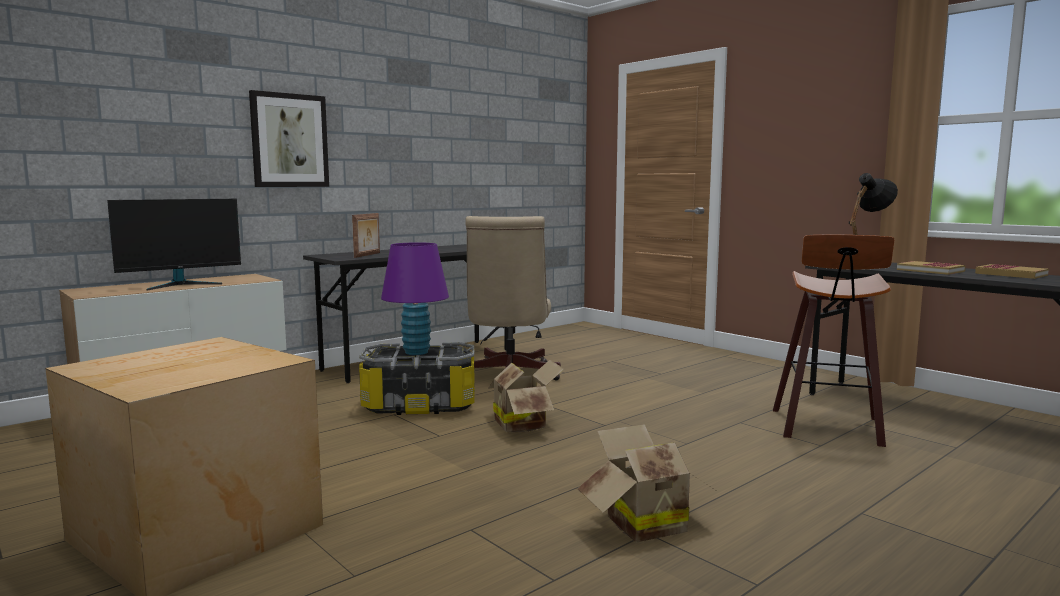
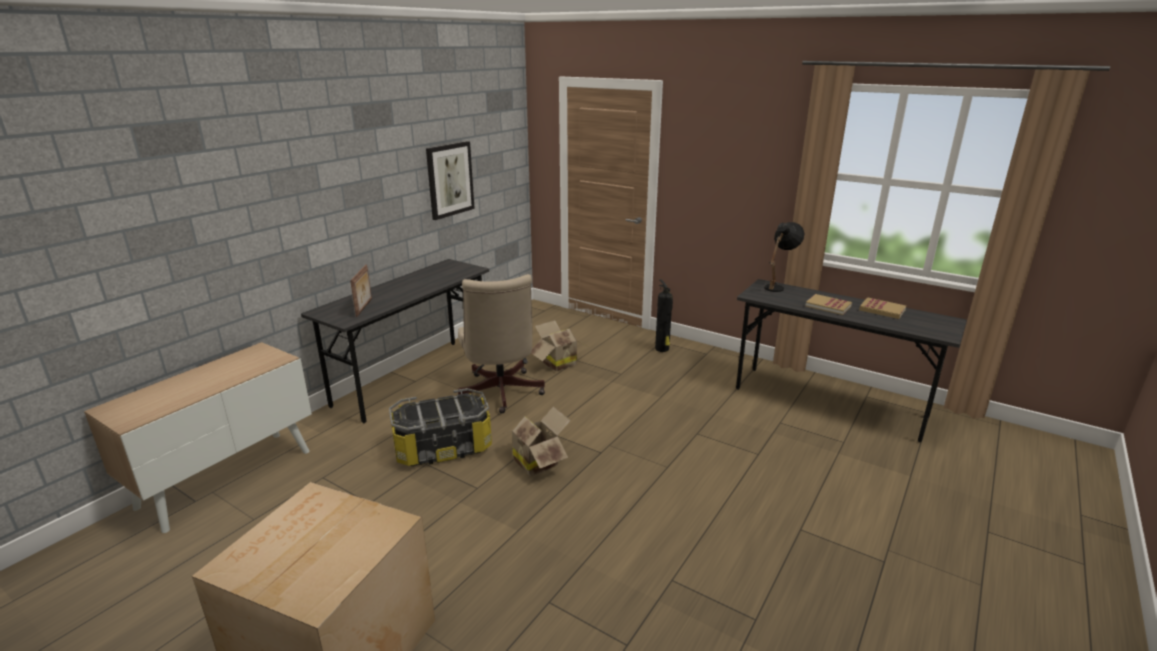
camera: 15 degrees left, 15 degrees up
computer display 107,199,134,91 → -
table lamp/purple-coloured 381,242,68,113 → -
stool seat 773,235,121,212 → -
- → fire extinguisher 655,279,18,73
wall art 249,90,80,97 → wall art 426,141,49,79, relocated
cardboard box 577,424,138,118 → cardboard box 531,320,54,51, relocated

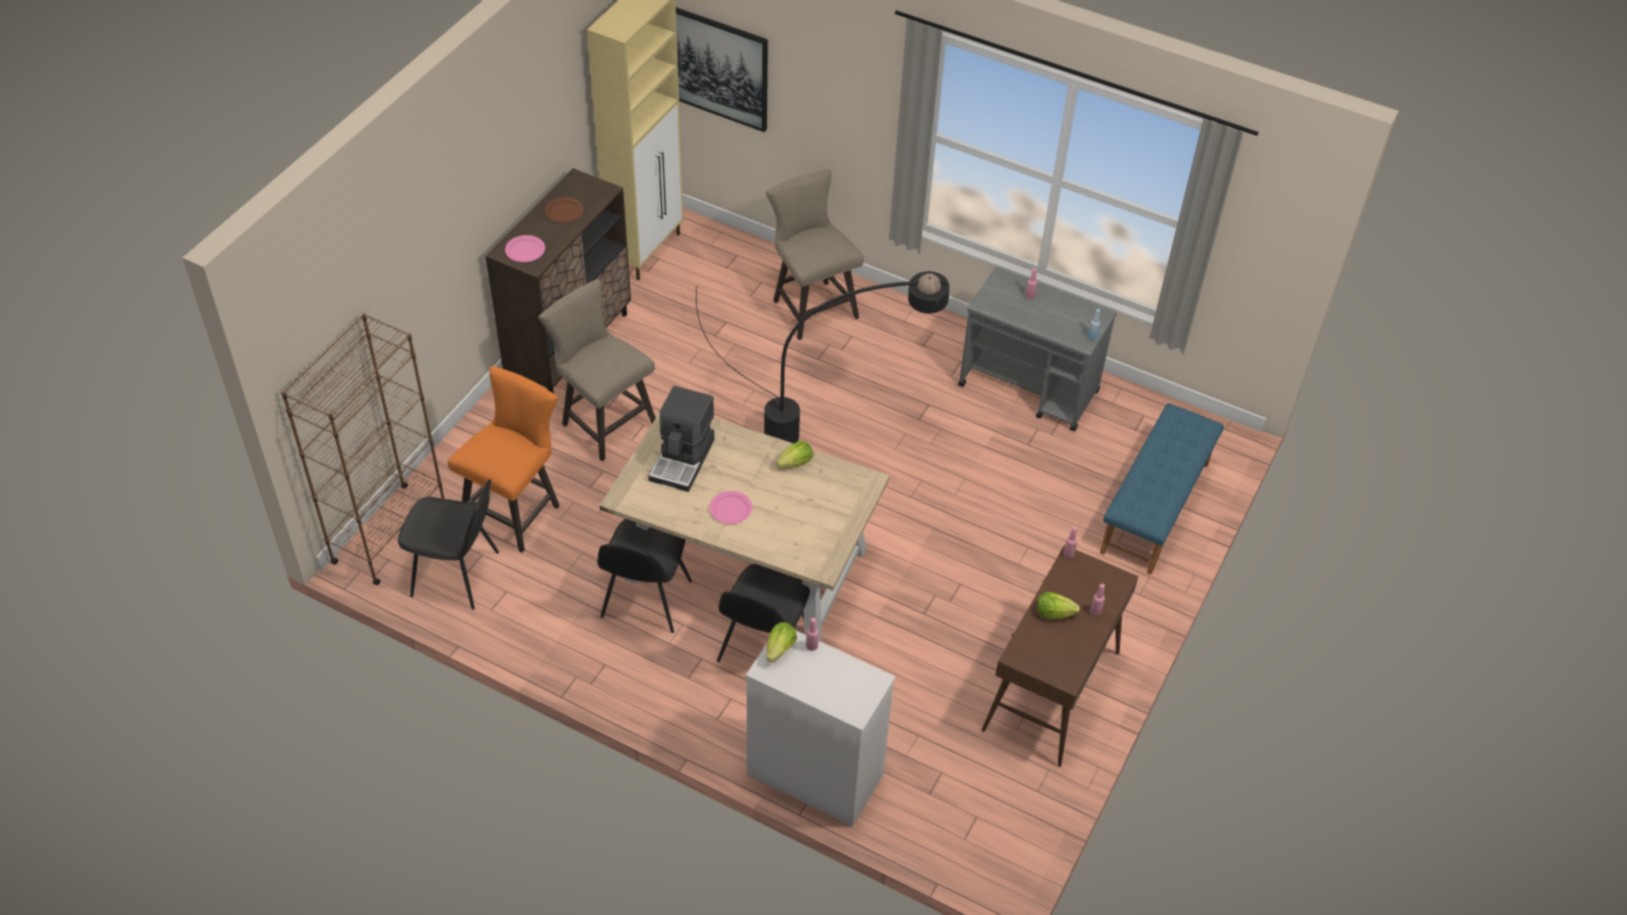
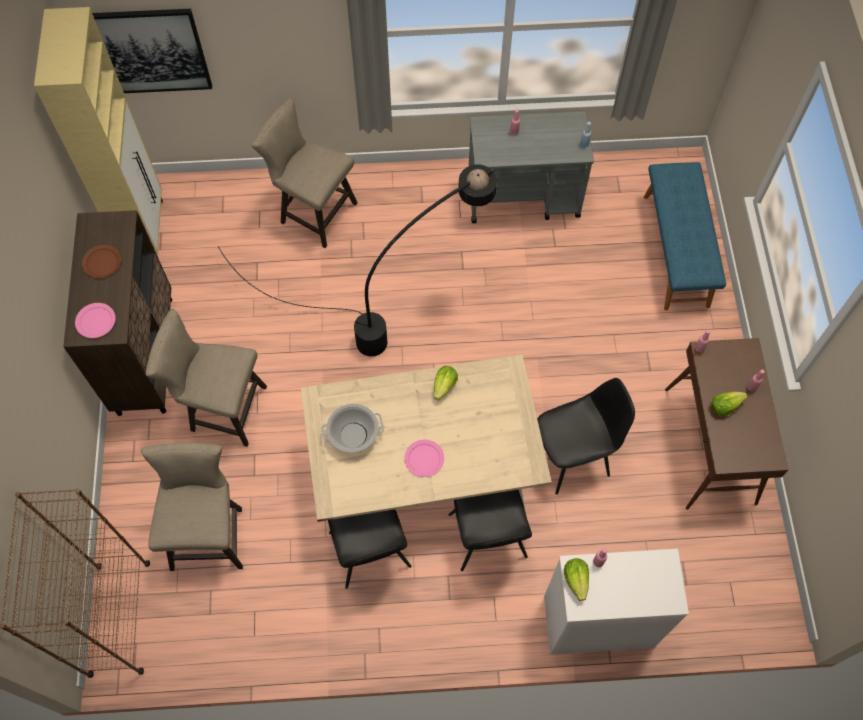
camera: 30 degrees left, 15 degrees up
plain chair/black 398,479,101,131 → plain chair/black 537,378,98,117, relocated
coffee brewer 648,386,66,106 → stockpot 321,404,63,48
stool seat/orange-coloured 448,366,112,187 → stool seat/sand-coloured 141,443,102,128

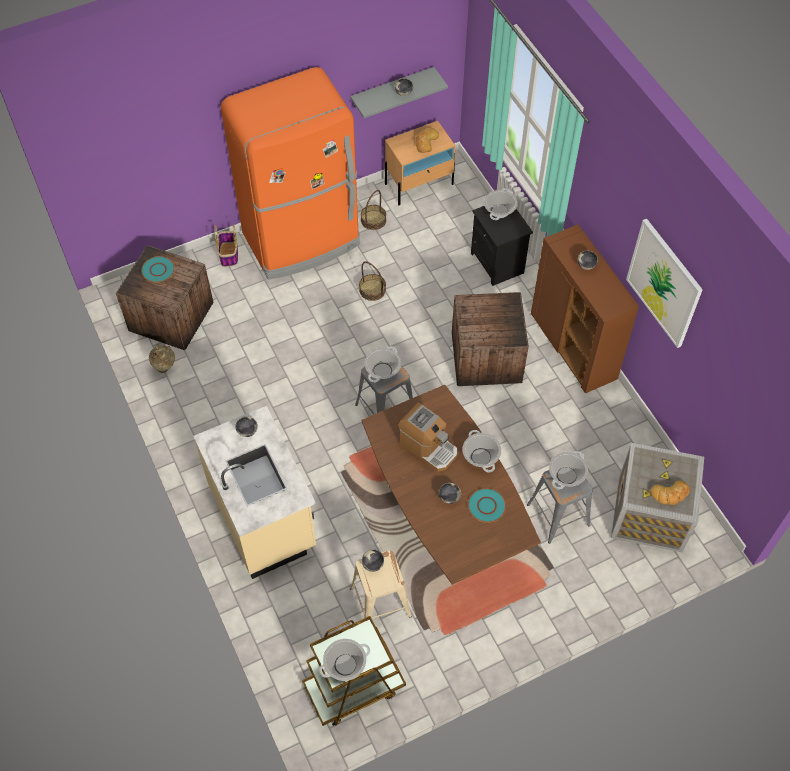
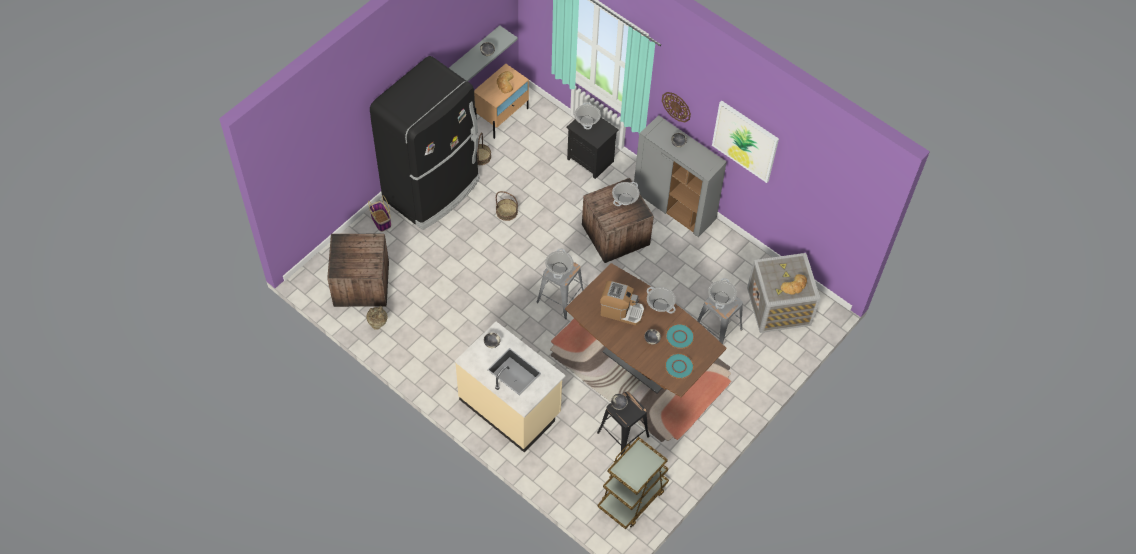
camera: 25 degrees left, 0 degrees up
- → hanging clock 662,92,29,30
dinner plate/turquoise 141,256,34,27 → dinner plate/turquoise 665,354,29,25, relocated
stockpot 319,639,51,42 → stockpot 612,182,27,24, relocated
kitchen fridge/orange-coloured 221,67,139,212 → kitchen fridge/black 370,56,110,174
stool seat/sand-coloured 350,551,62,67 → stool seat/black 597,391,52,64
storage cabinet/brown-coloured 531,225,108,169 → storage cabinet/gray 634,115,93,122

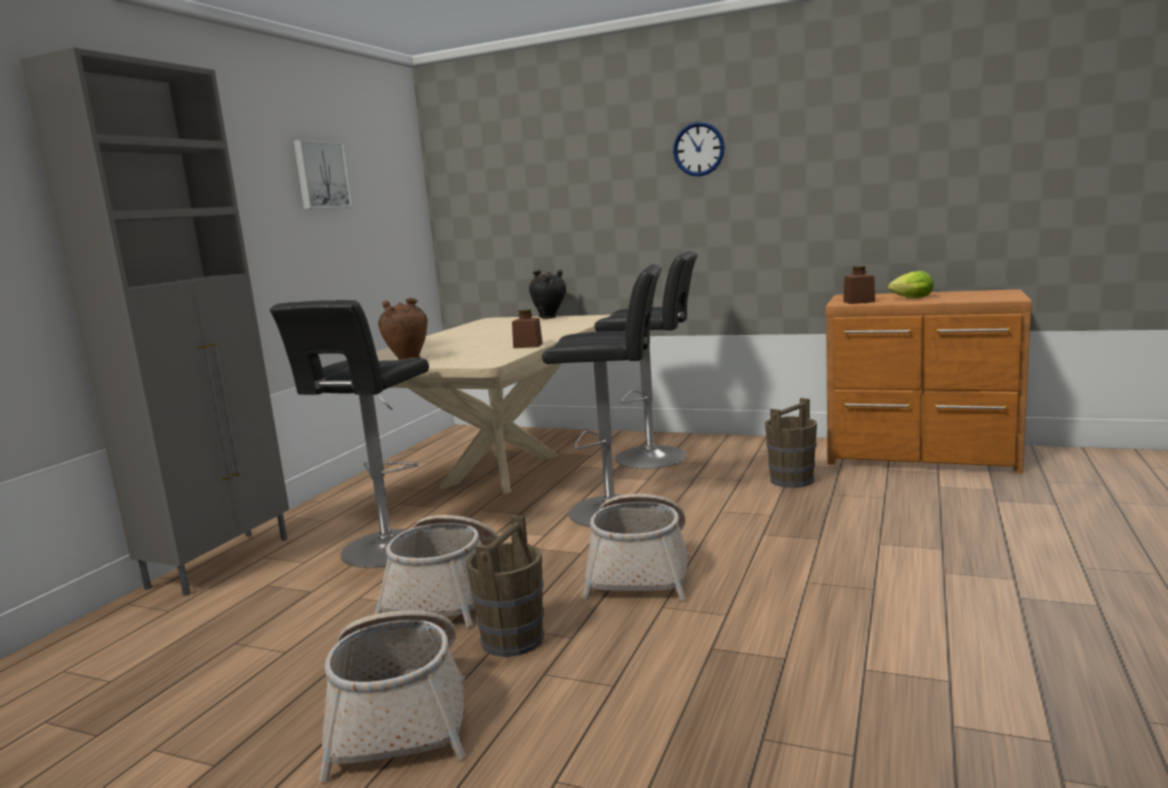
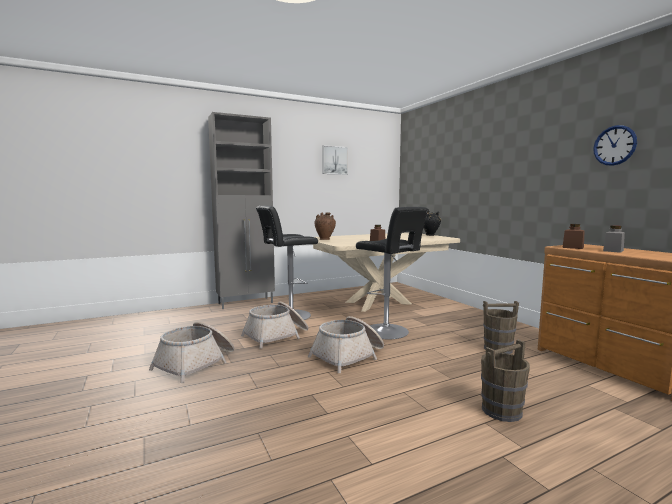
camera: 40 degrees right, 5 degrees down
stool seat/black 594,251,104,218 → -
water bucket/brown-coloured 466,516,78,141 → water bucket/brown-coloured 481,340,49,82, relocated
hanging clock 673,122,52,54 → hanging clock 593,125,44,41, relocated
lettuce head 888,271,46,27 → preserve jar/gray 603,225,22,28

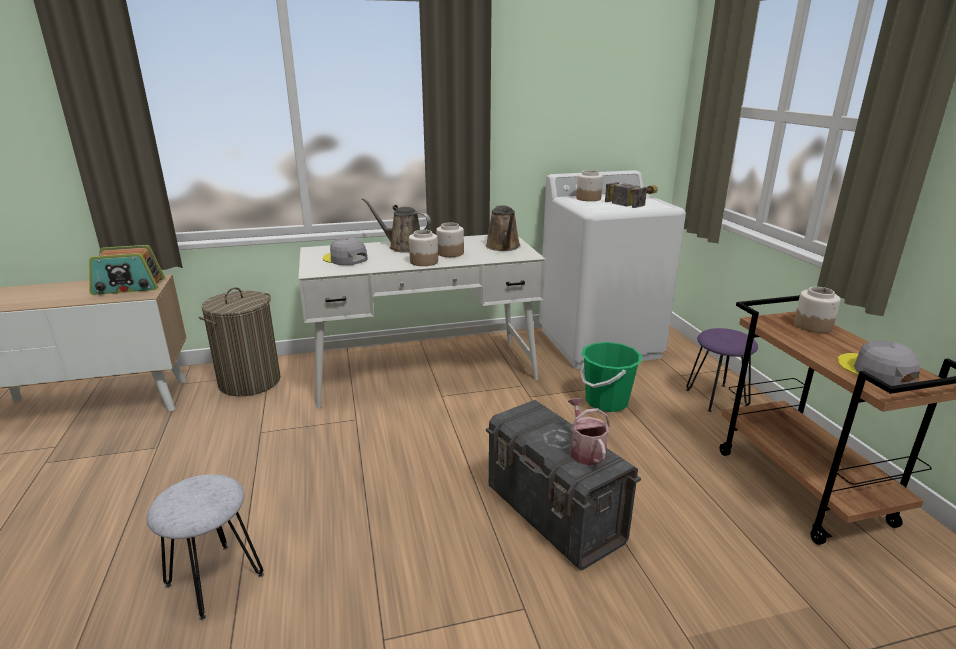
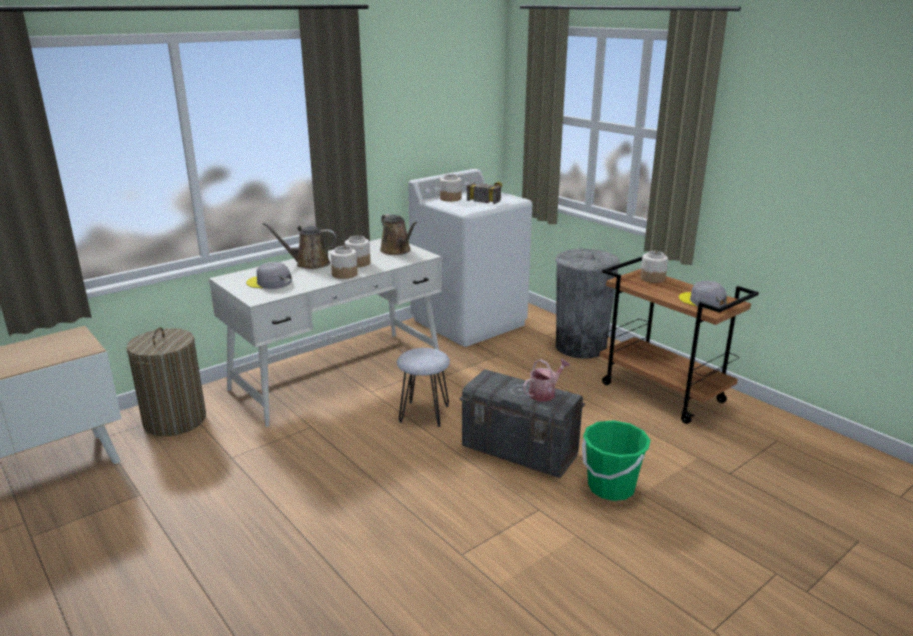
camera: 25 degrees left, 0 degrees up
radio receiver 89,245,76,50 → -
stool seat/gray 147,474,117,146 → stool seat/gray 397,348,53,79, relocated
water bucket/green-coloured 580,342,62,70 → water bucket/green-coloured 582,420,69,81, relocated
stool seat/purple-coloured 686,328,72,84 → waste bin/gray 556,249,64,109
watering can 568,398,42,68 → watering can 523,359,47,43, 90 degrees clockwise

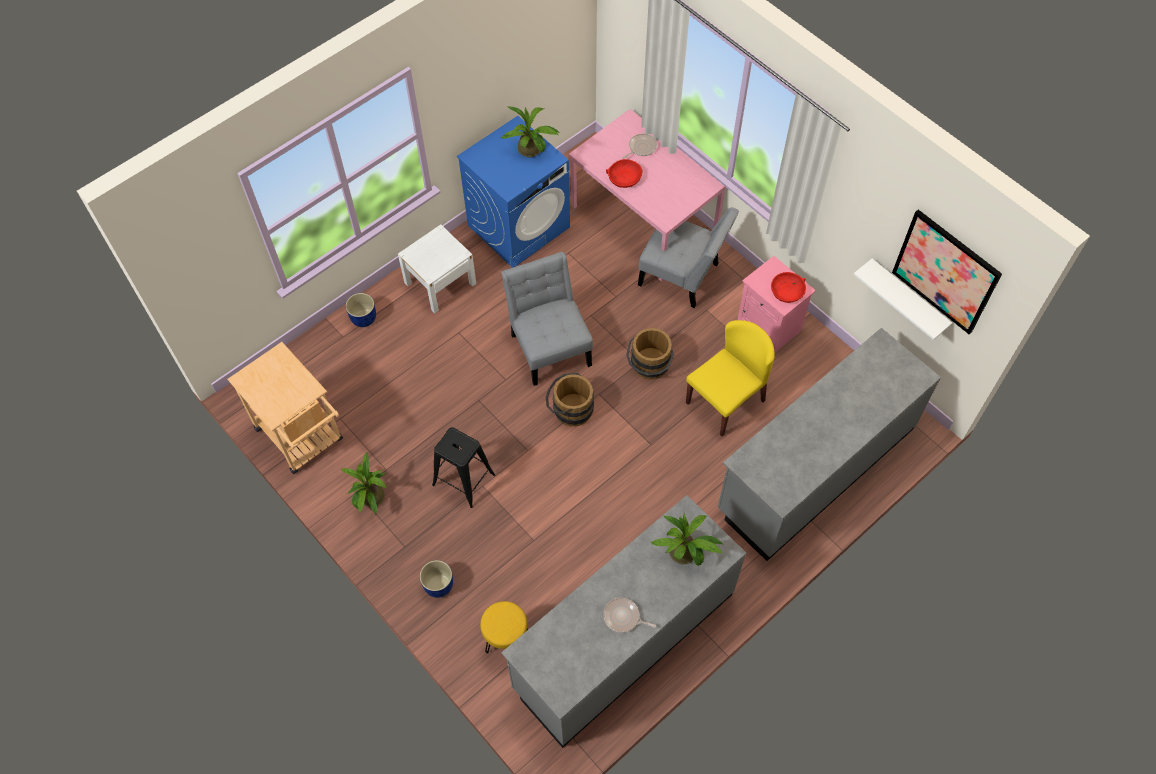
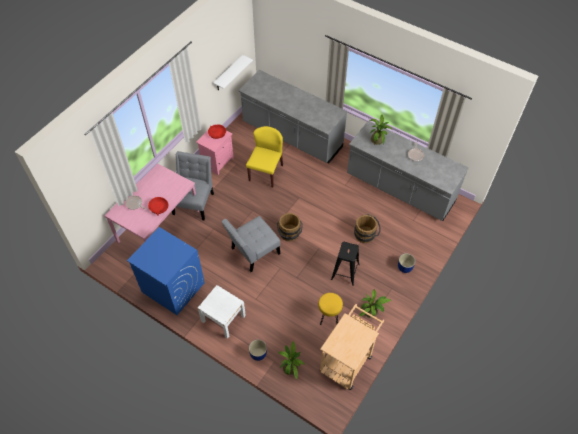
camera: 105 degrees left, 5 degrees down
wall art 892,210,110,124 → -
stool seat/yellowish 480,601,48,53 → stool seat/yellowish 318,293,25,32, relocated
houseplant 501,106,58,51 → houseplant 278,341,27,38, relocated
water bucket/brown-coloured 626,328,48,52 → water bucket/brown-coloured 354,214,27,29, relocated
plain chair/yellowish 686,320,89,116 → plain chair/yellowish 246,126,37,62, 75 degrees clockwise

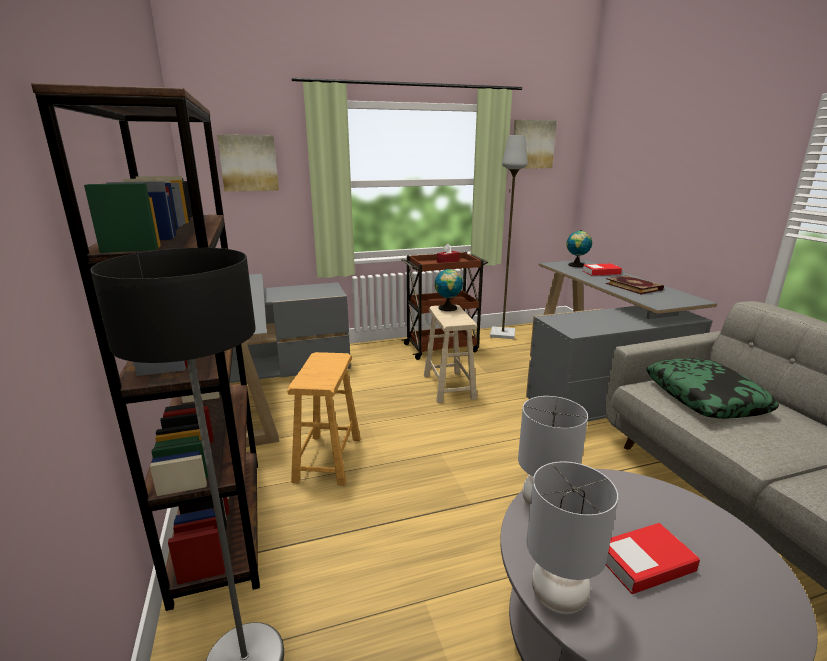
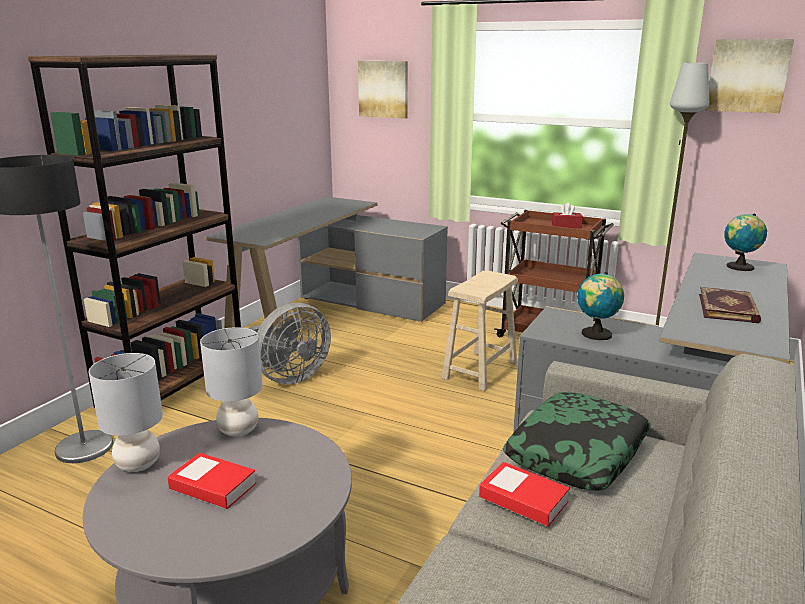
camera: 45 degrees right, 0 degrees up
globe 435,268,28,43 → globe 577,272,47,68, relocated
bound book 583,264,39,12 → bound book 479,462,91,64, relocated
stool seat/brown-coloured 287,352,74,134 → fan/gray 247,303,84,81

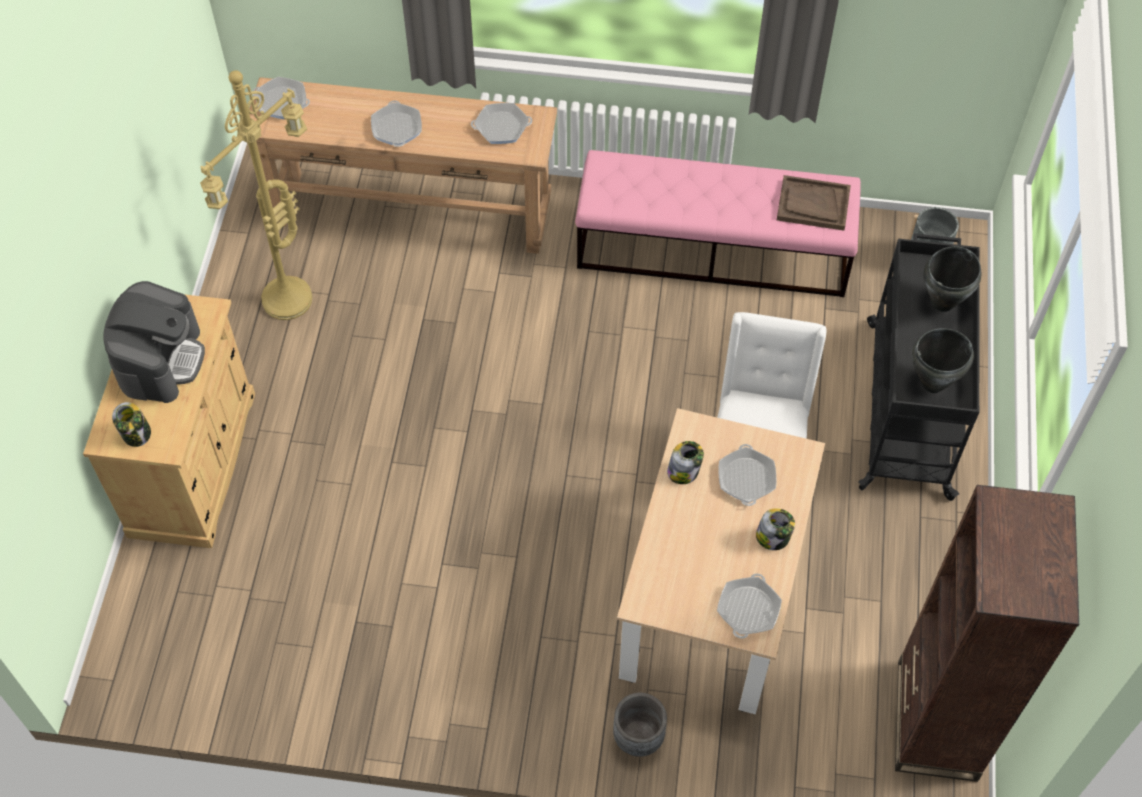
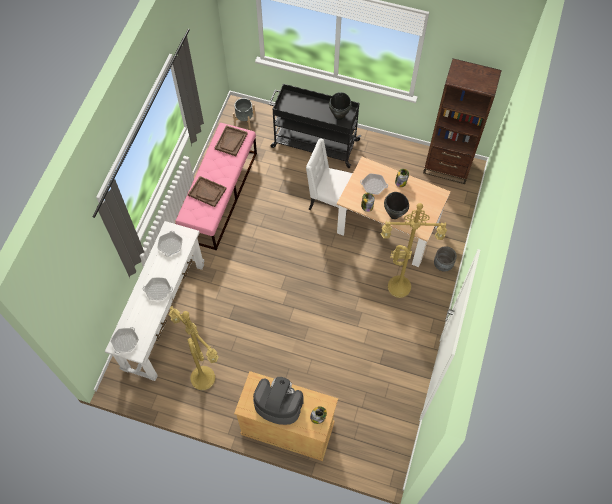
camera: 80 degrees left, 5 degrees up
pan 717,573,65,66 → -
- → serving tray/brown-coloured 188,176,39,31
- → standing lamp/yellowish 381,203,66,95
stockpot/black 924,246,58,66 → stockpot/black 384,192,25,27, relocated
console table/brown-coloured 250,77,307,177 → console table/white-coloured 105,221,99,160

